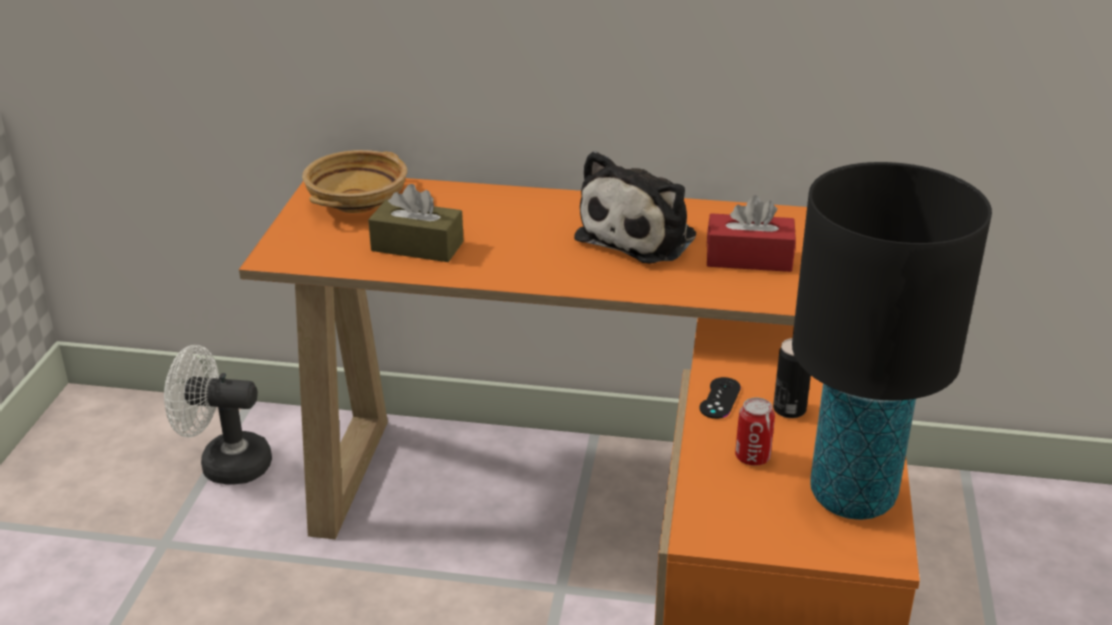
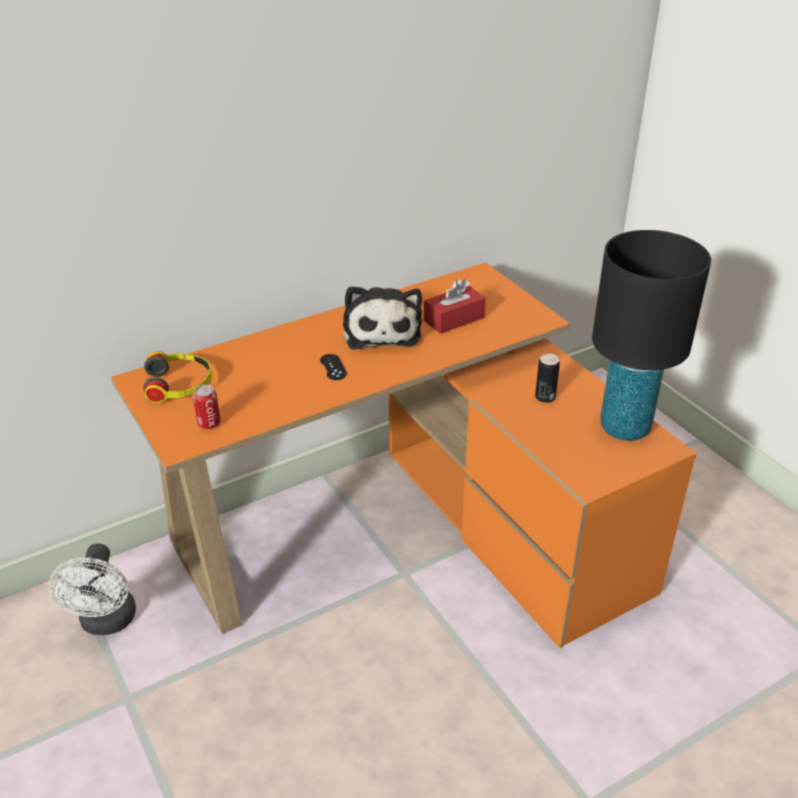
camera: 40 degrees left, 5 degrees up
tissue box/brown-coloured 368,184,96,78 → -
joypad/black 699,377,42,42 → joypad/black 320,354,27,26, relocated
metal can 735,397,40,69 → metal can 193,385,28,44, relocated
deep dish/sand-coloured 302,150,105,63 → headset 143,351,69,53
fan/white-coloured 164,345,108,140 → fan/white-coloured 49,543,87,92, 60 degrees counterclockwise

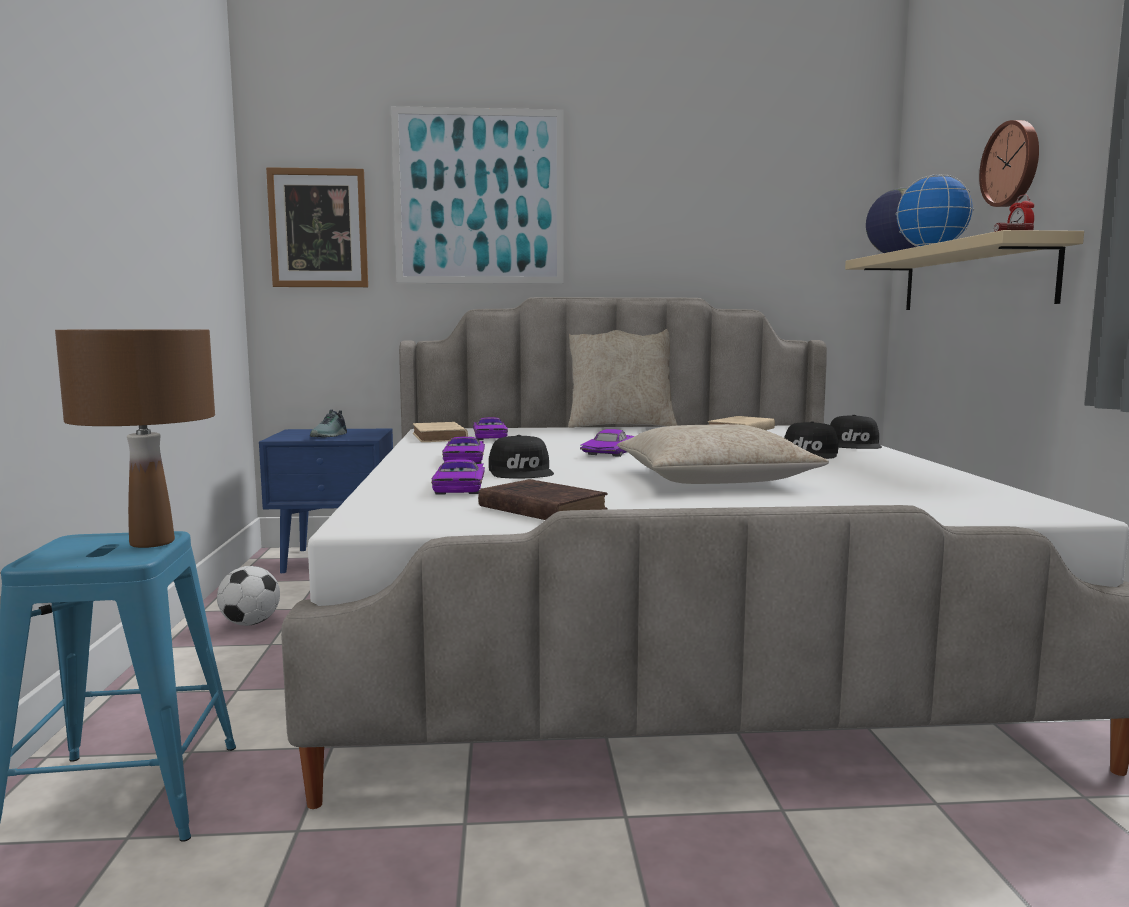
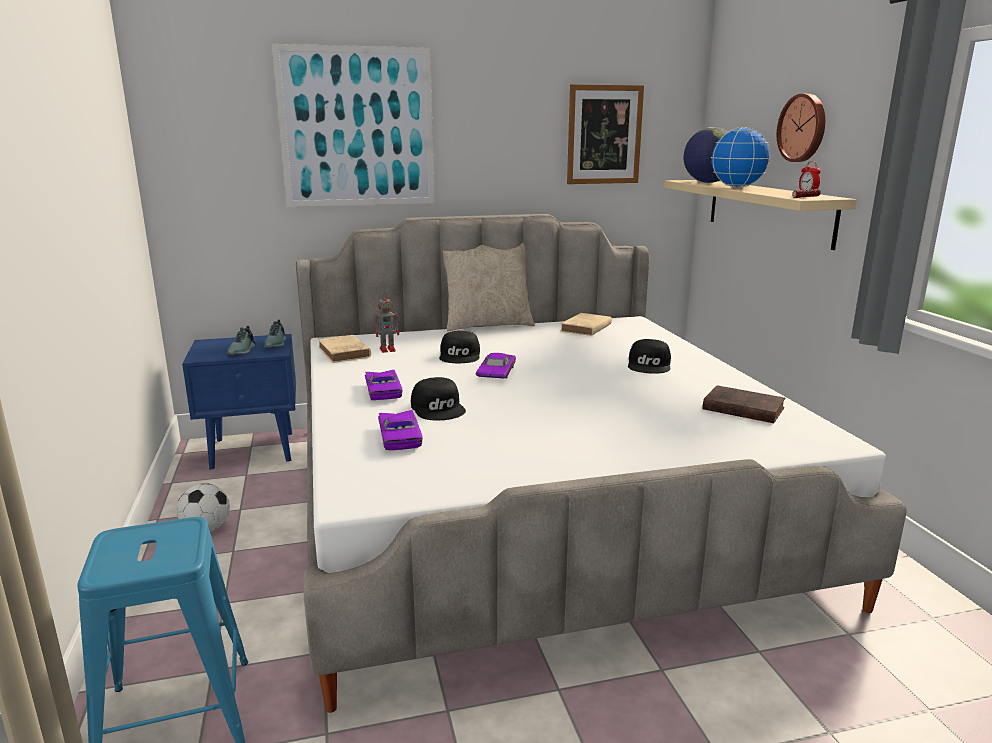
camera: 10 degrees left, 10 degrees up
table lamp/brown-coloured 55,329,160,219 → -
pillow/sand-coloured 617,424,212,60 → -
- → item of footwear 264,320,22,28
wall art 266,167,102,120 → wall art 567,84,77,100, relocated
bound book/brown-coloured 478,479,130,41 → bound book/brown-coloured 703,385,82,38, relocated
baseball cap/black 830,415,52,34 → baseball cap/black 439,331,41,32, relocated
toy car/purple-coloured 473,417,35,23 → model robot 374,293,25,60

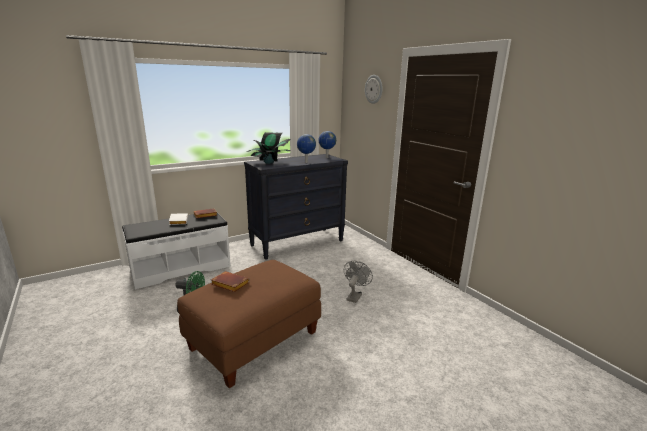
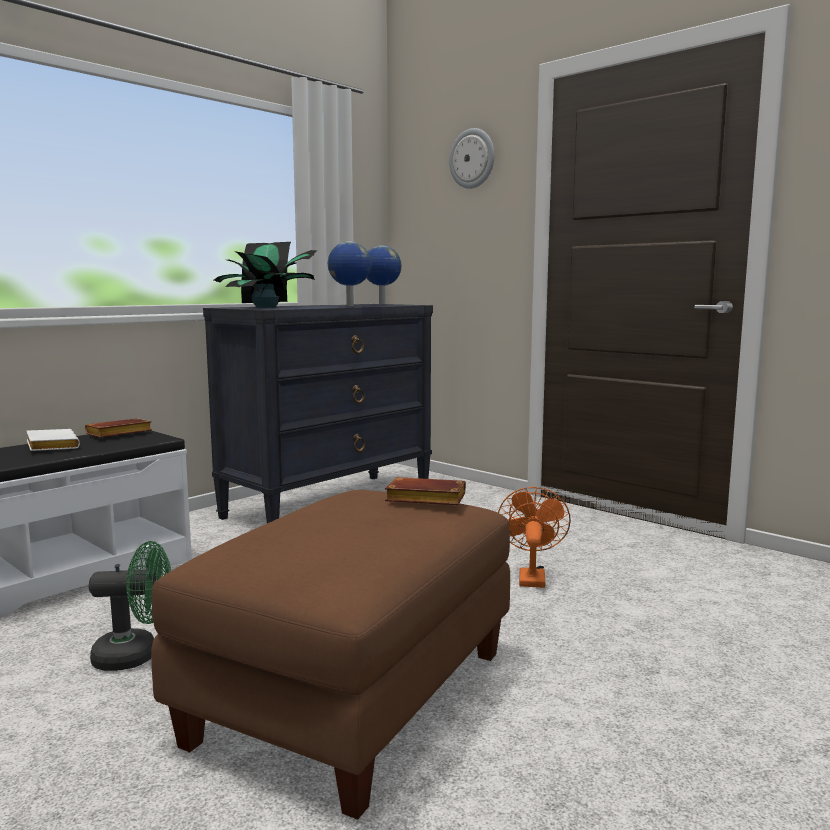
camera: 15 degrees left, 10 degrees down
bound book/brown-coloured 211,271,39,21 → bound book/brown-coloured 385,477,81,28, relocated
fan/gray 344,261,29,42 → fan/orange-coloured 498,487,73,101

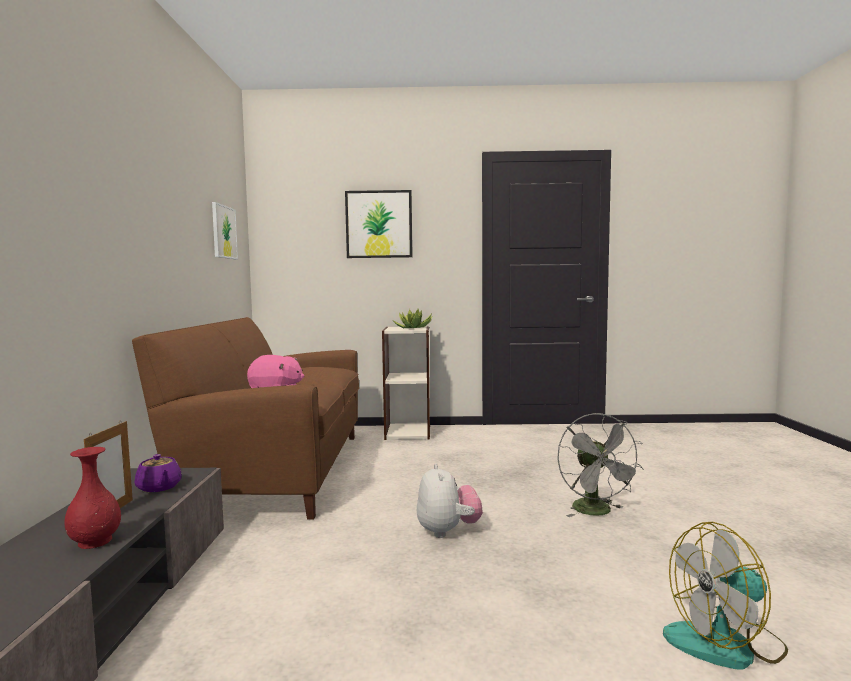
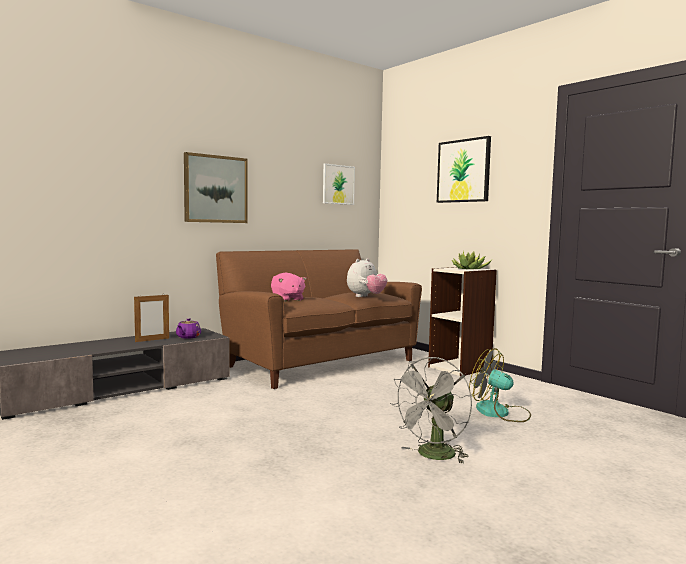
camera: 50 degrees right, 0 degrees up
decorative vase/red-coloured 65,447,56,102 → -
- → wall art 184,152,63,71
soft toy 417,464,66,74 → soft toy 347,258,40,39, relocated
fan 663,522,125,148 → fan 469,348,62,74, relocated

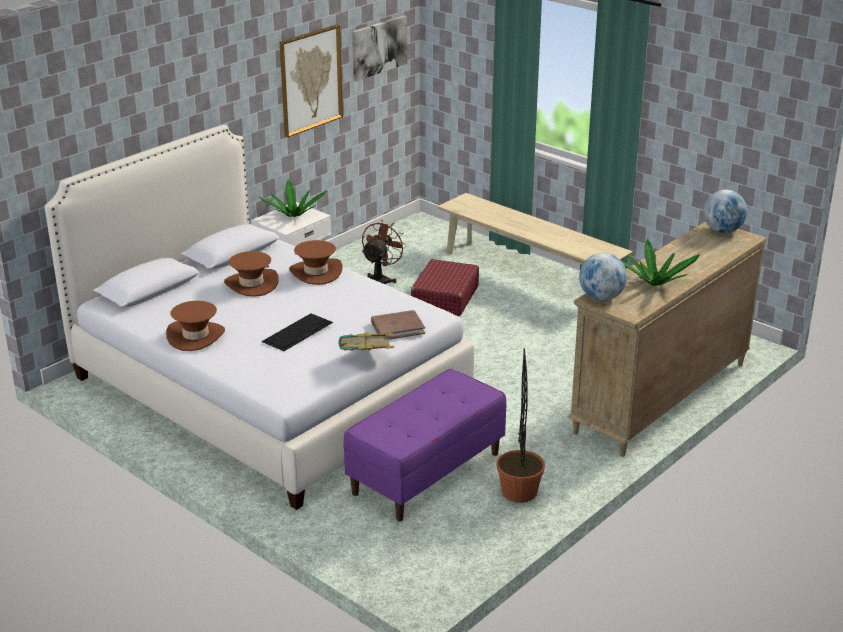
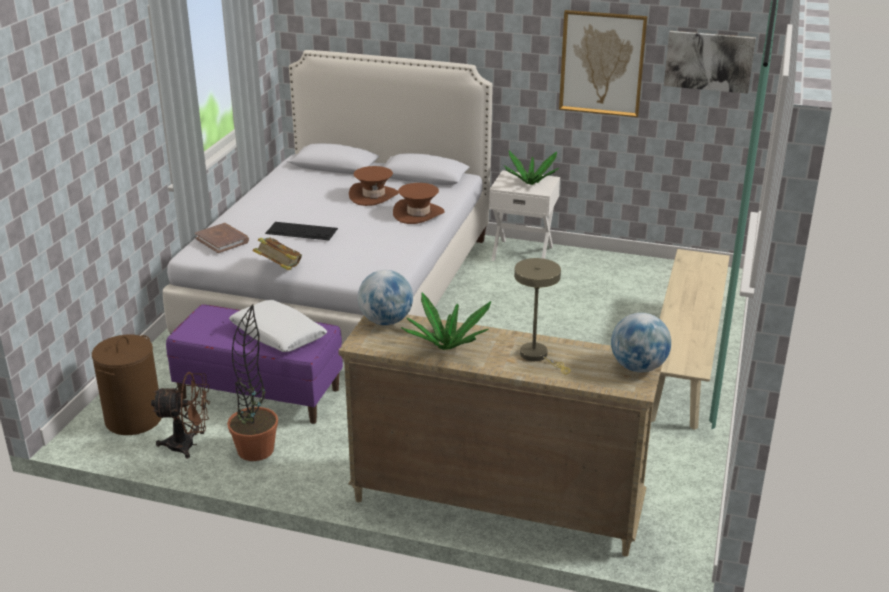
camera: 65 degrees right, 0 degrees up
hat/brown-coloured 166,301,59,50 → -
travel case/red-coloured 411,259,68,57 → -
- → laundry basket/brown-coloured 92,335,70,100
- → pillow/white-coloured 229,300,98,52
- → table lamp/sand-coloured 514,258,57,116
fan/brown-coloured 362,220,45,64 → fan/brown-coloured 151,372,59,86, relocated
bound book/brown-coloured 371,310,54,29 → bound book/brown-coloured 195,223,54,30, relocated

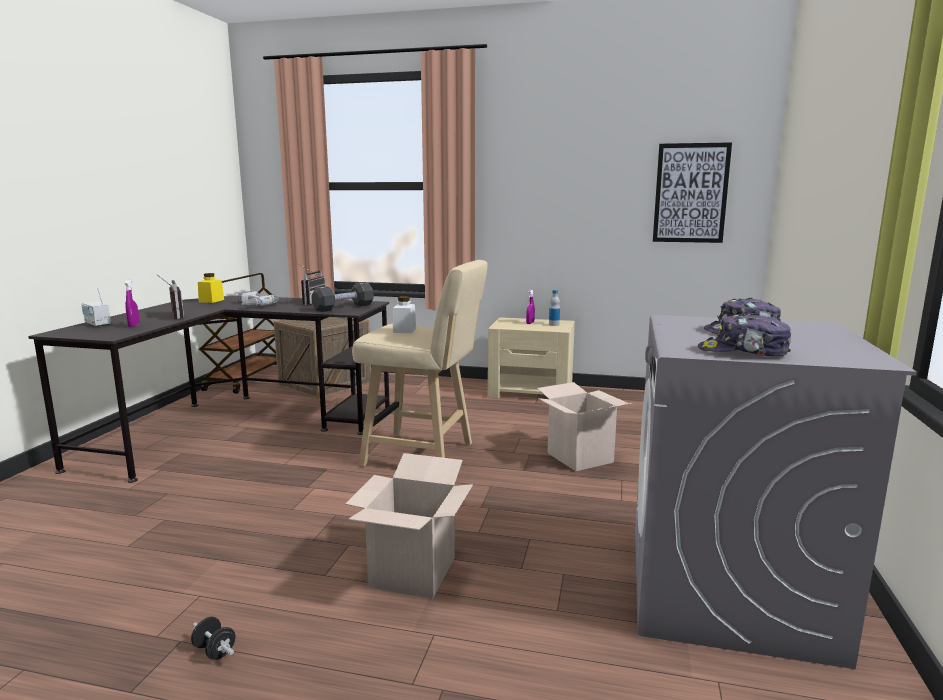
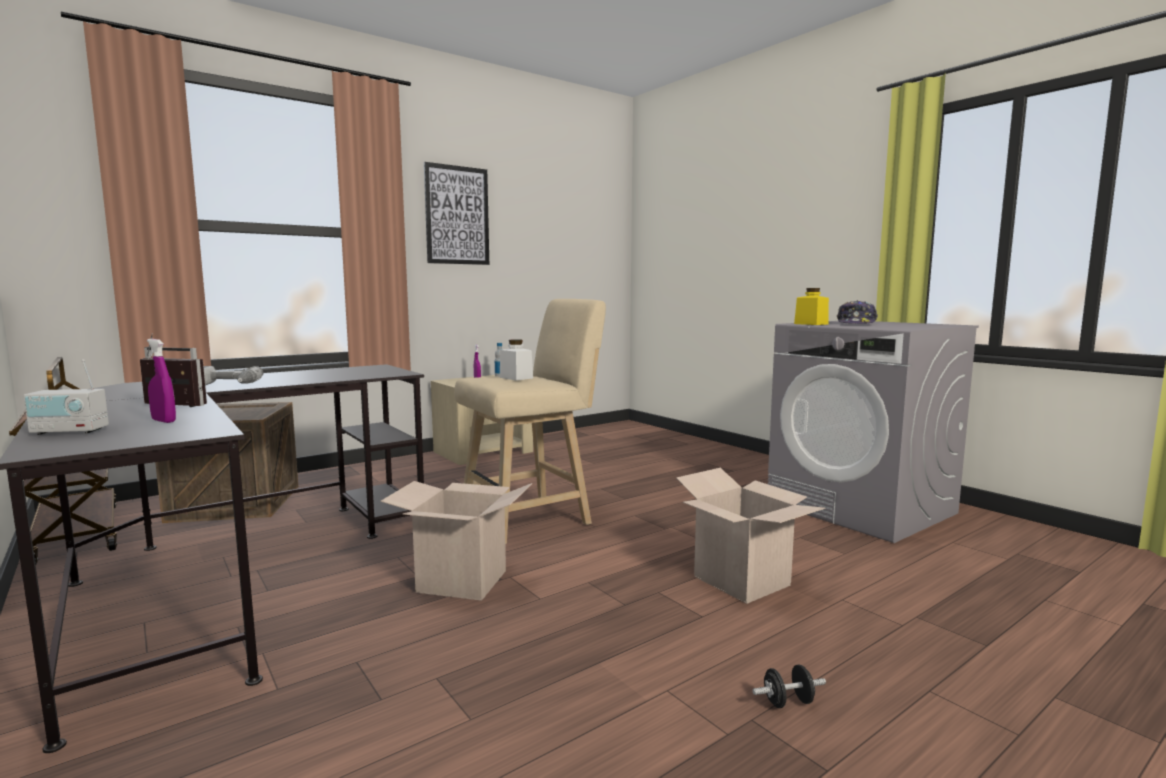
camera: 50 degrees left, 5 degrees down
radio receiver 299,264,26,41 → -
free weight/black 311,282,63,30 → -
baseball cap 698,313,93,43 → -
preserve jar/yellowish 198,273,26,30 → preserve jar/yellowish 794,288,35,37, relocated
cardboard box 537,382,95,89 → cardboard box 380,481,152,120, relocated
wall art 653,142,79,101 → wall art 424,162,65,103, relocated

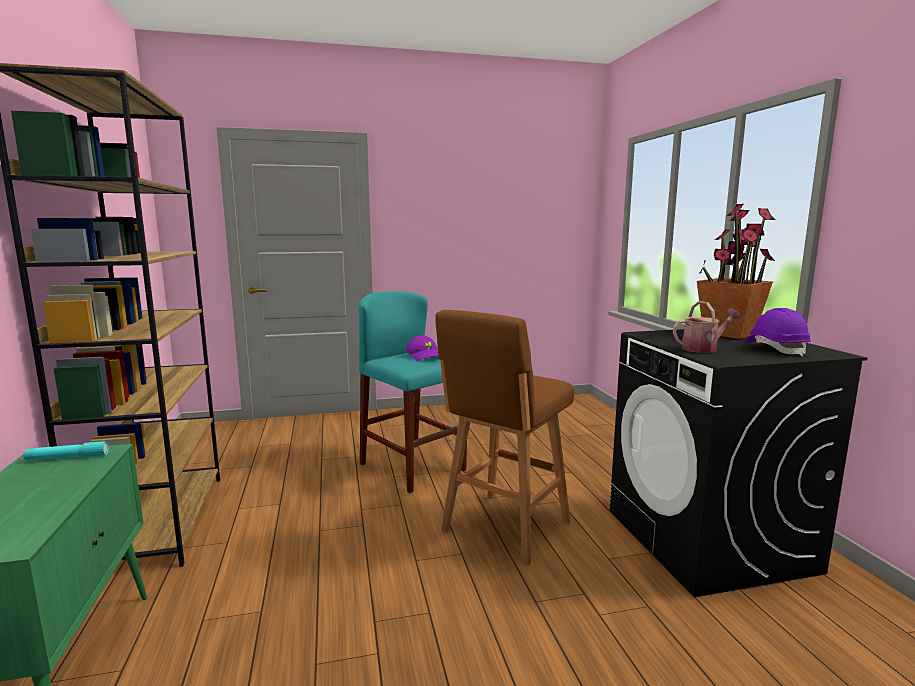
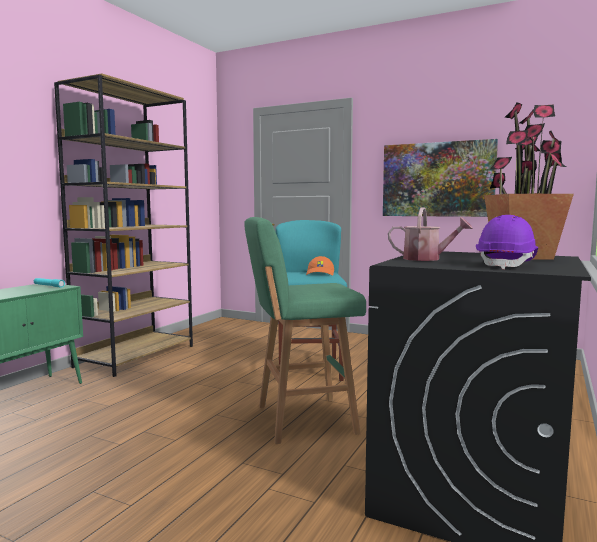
camera: 40 degrees right, 5 degrees down
- → wall art 383,139,115,78
baseball cap/purple-coloured 406,335,32,26 → baseball cap/orange-coloured 306,256,28,19
stool seat/brown-coloured 435,310,139,256 → stool seat/green-coloured 244,217,122,227

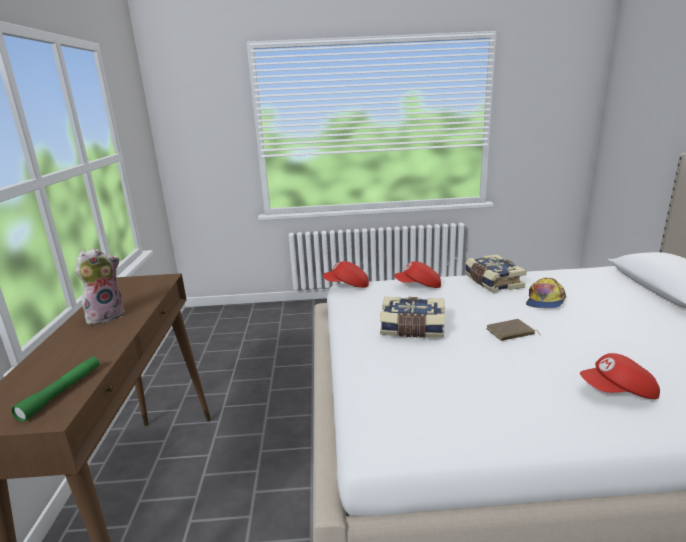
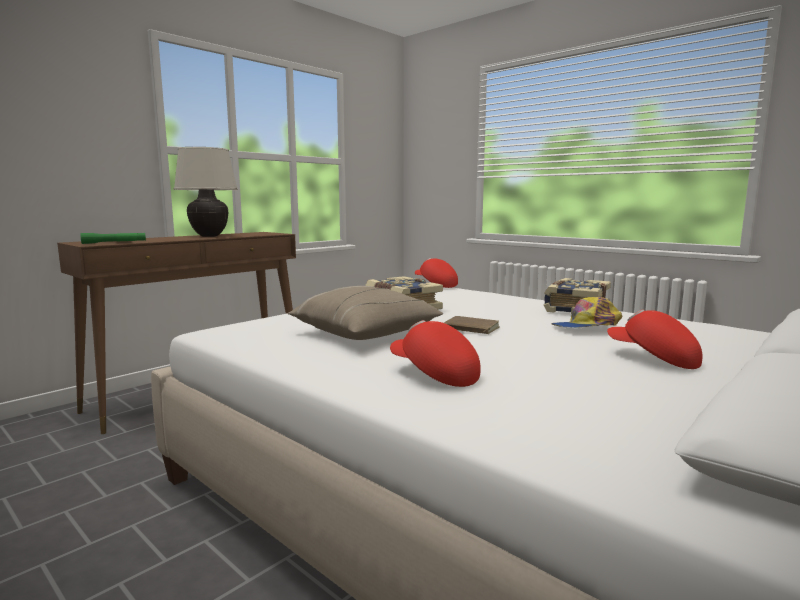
camera: 45 degrees right, 10 degrees down
- → pillow/sand-coloured 288,286,155,54
baseball cap/red-coloured 394,261,47,27 → baseball cap/red-coloured 607,310,96,59, relocated
soft toy 75,248,50,77 → table lamp/sand-coloured 174,147,64,90

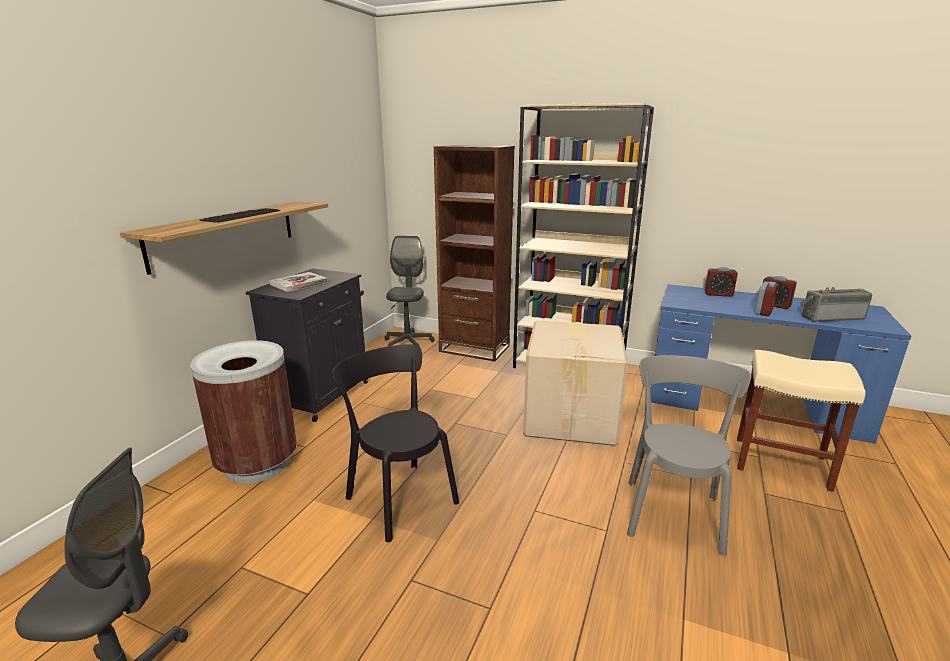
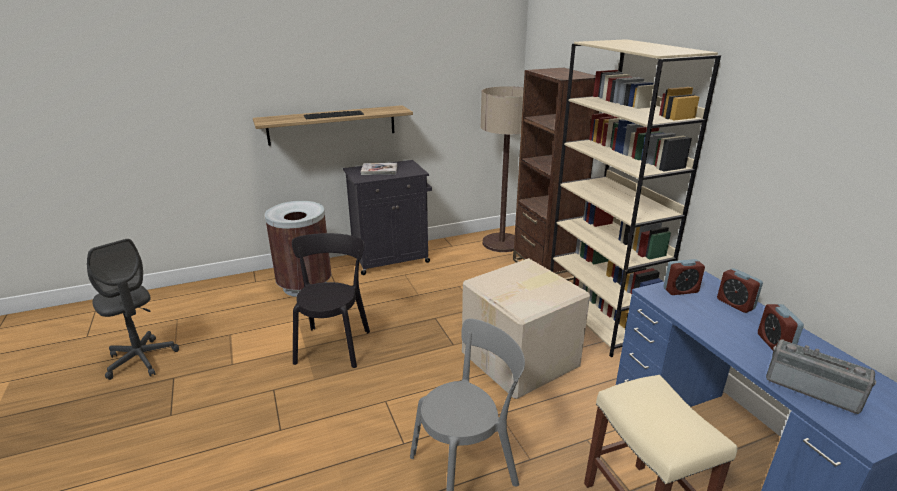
camera: 45 degrees right, 5 degrees up
table clock 755,281,23,35 → table clock 663,259,42,36, relocated
office chair/gray 385,236,49,111 → standing lamp 481,86,43,166

